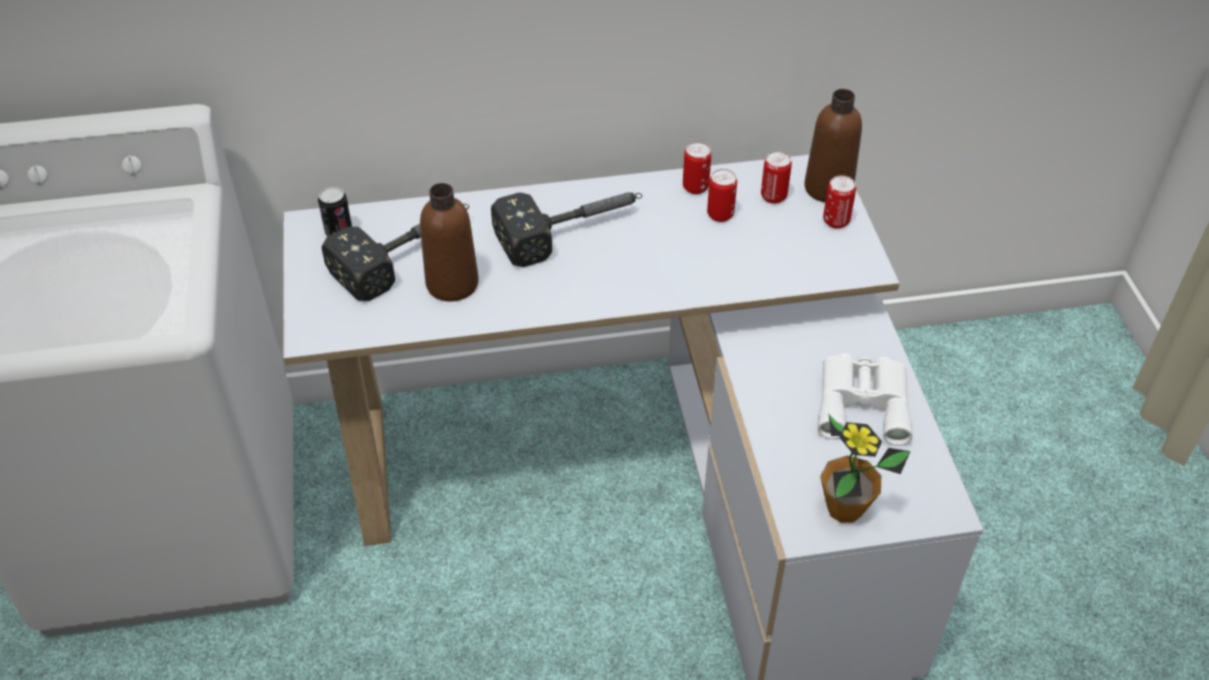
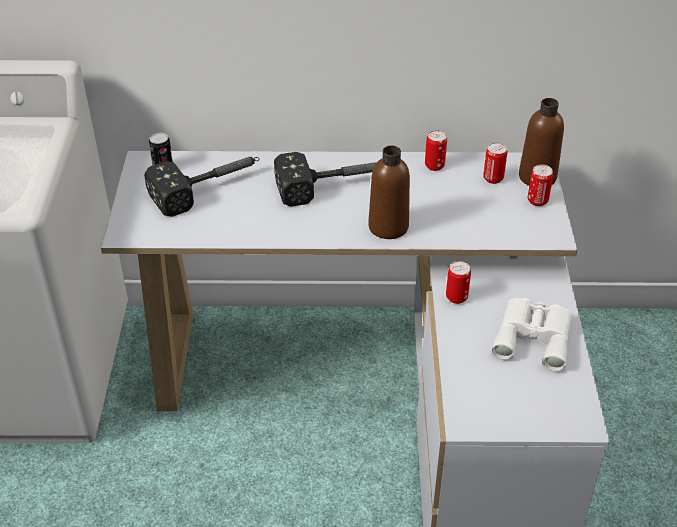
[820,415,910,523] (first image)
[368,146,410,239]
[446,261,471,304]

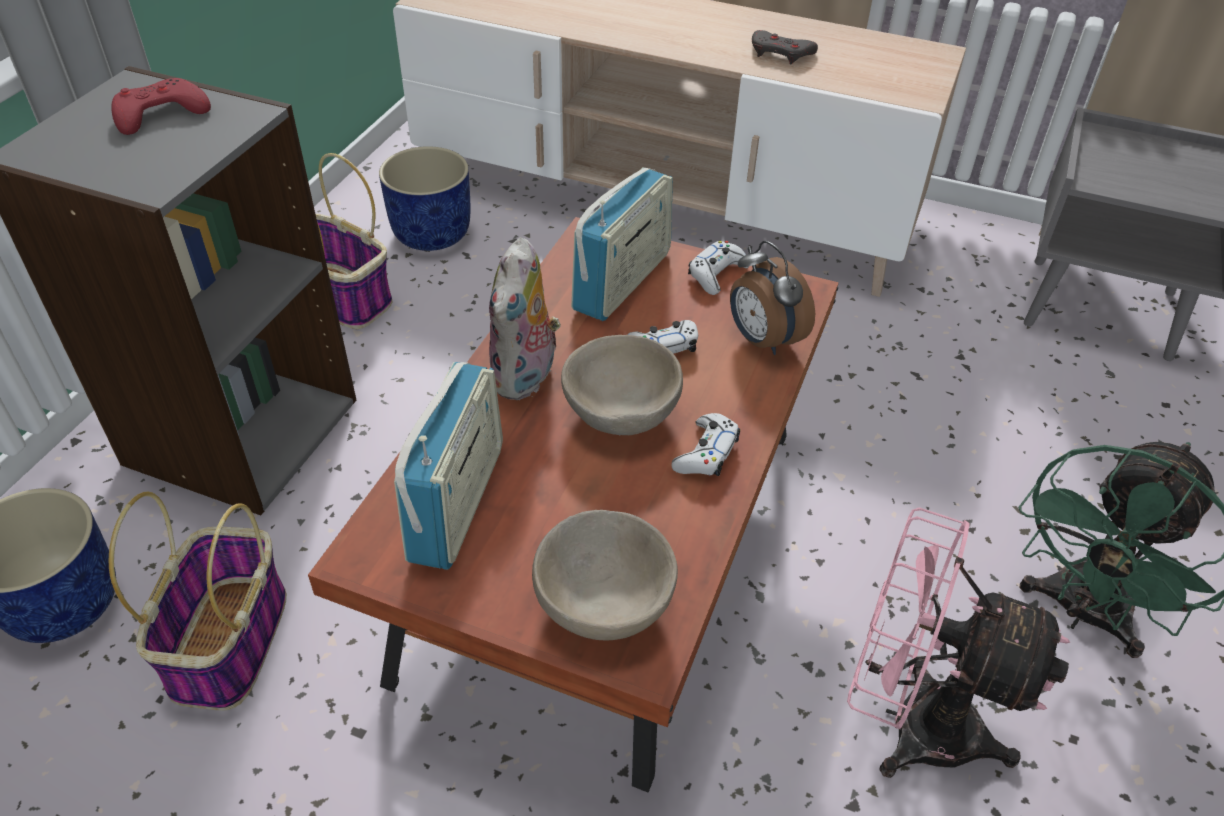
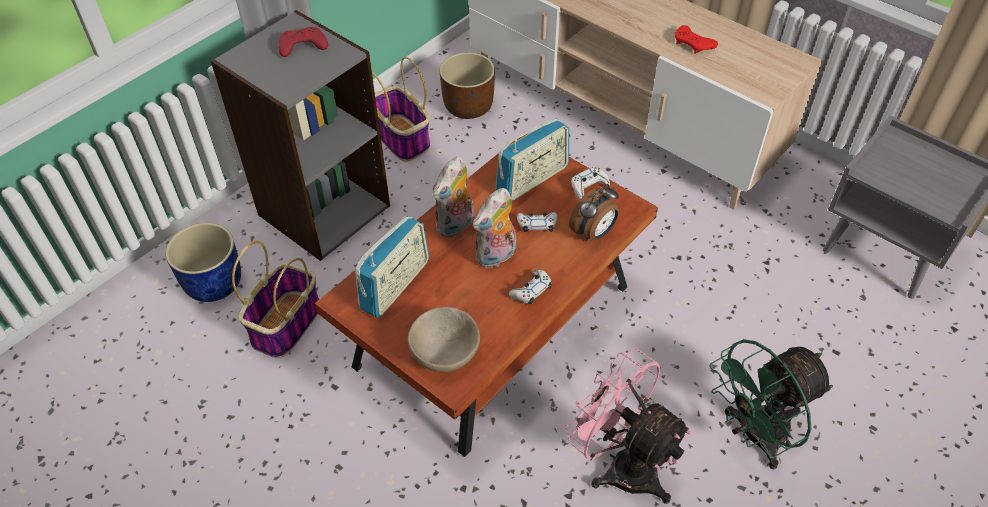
[473,188,516,269]
[440,52,495,119]
[675,25,718,54]
[569,184,619,242]

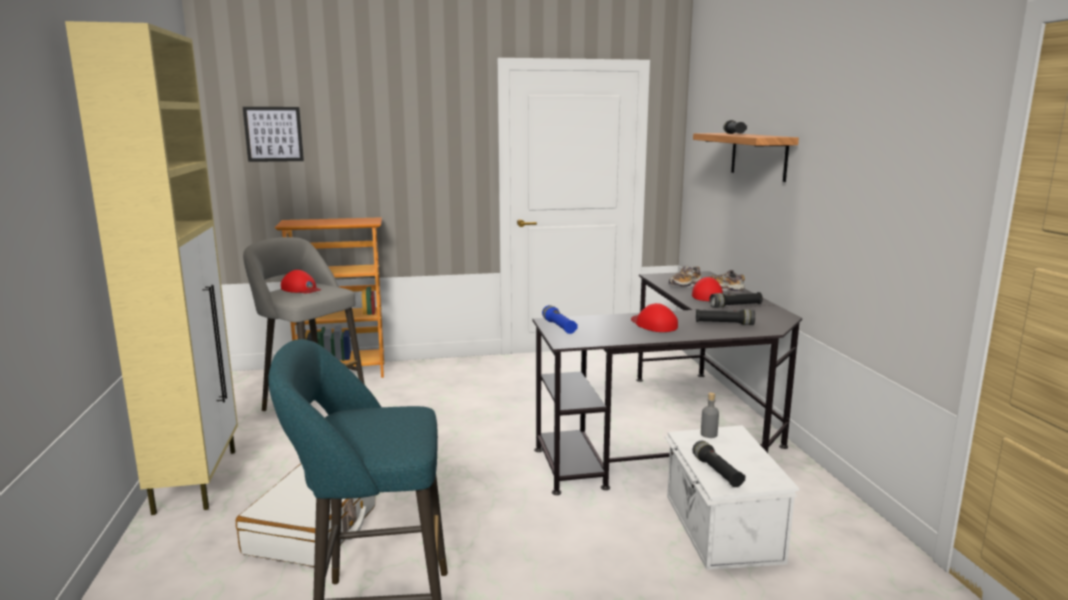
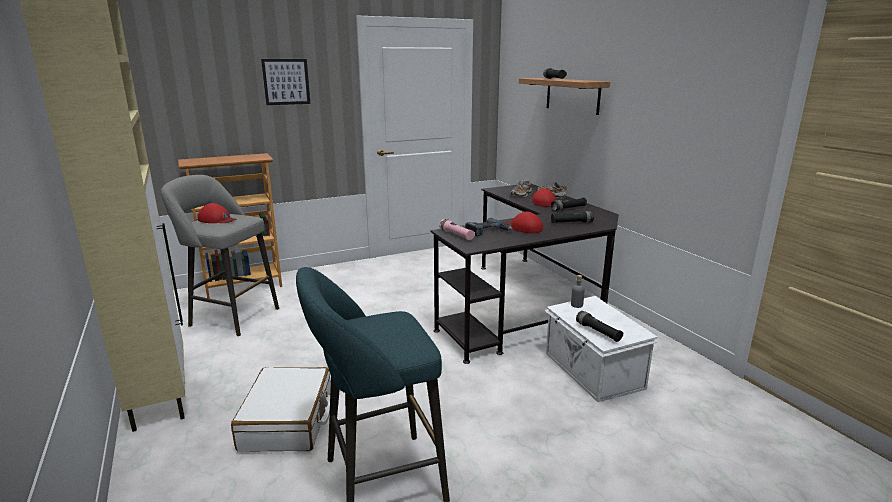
[465,218,513,236]
[261,59,310,105]
[439,219,475,240]

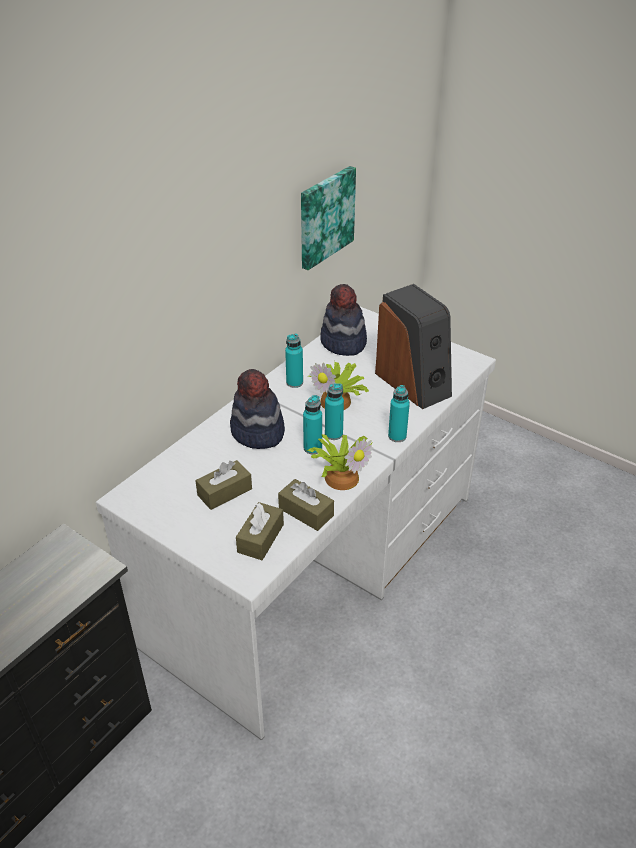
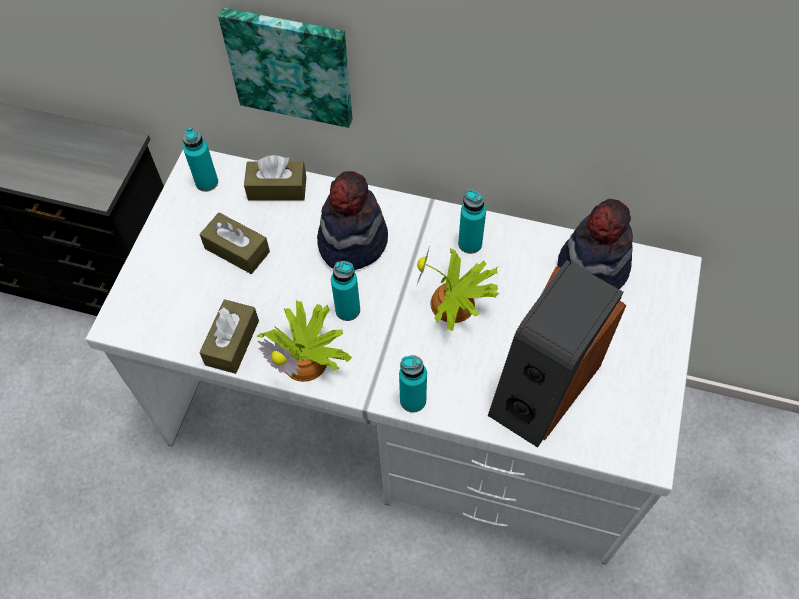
[244,155,306,201]
[218,8,353,128]
[182,127,218,192]

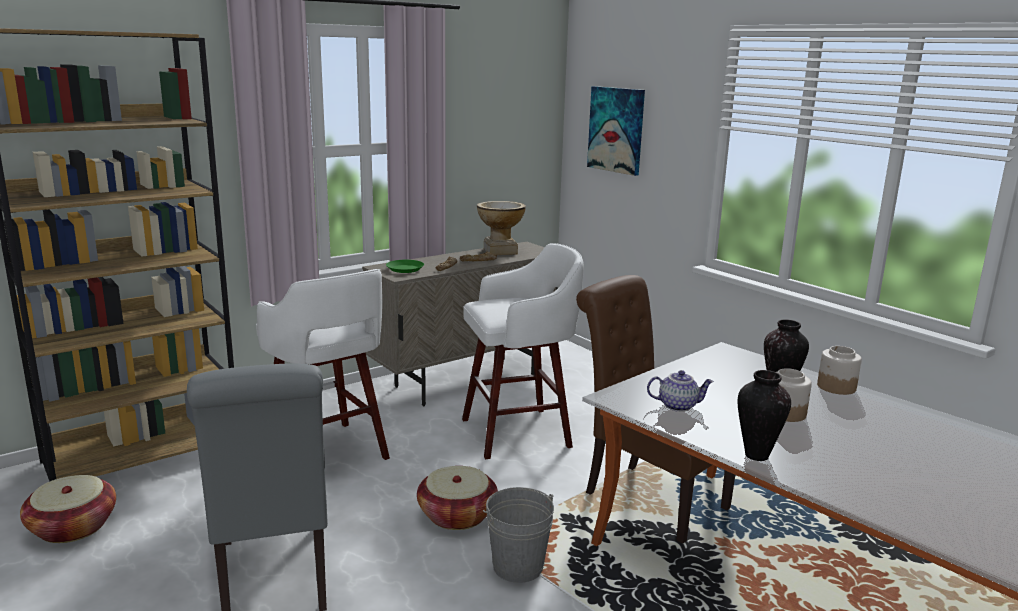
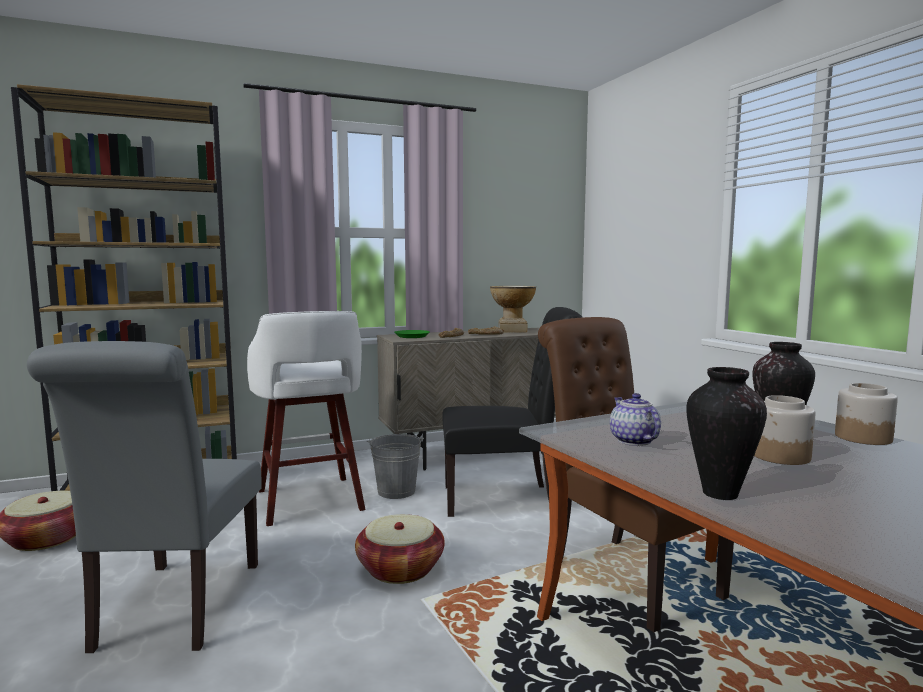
[587,86,645,176] (first image)
[367,434,424,499]
[442,307,583,517]
[610,393,661,446]

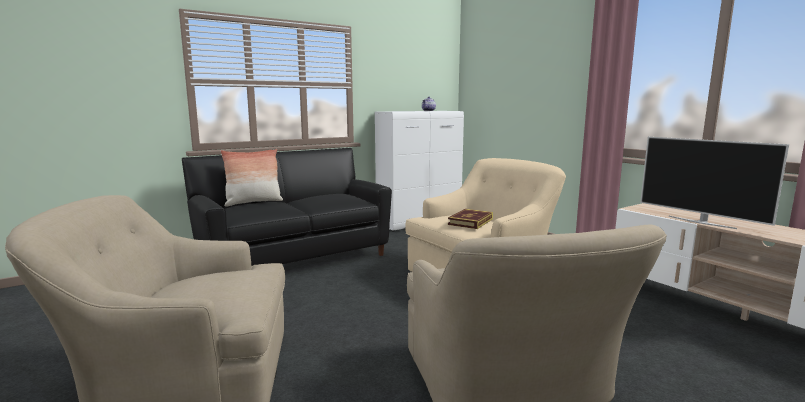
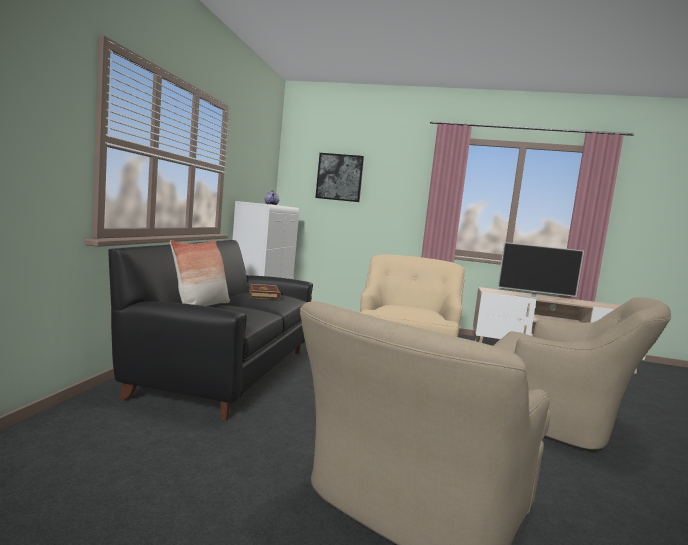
[315,153,364,202]
[249,284,281,299]

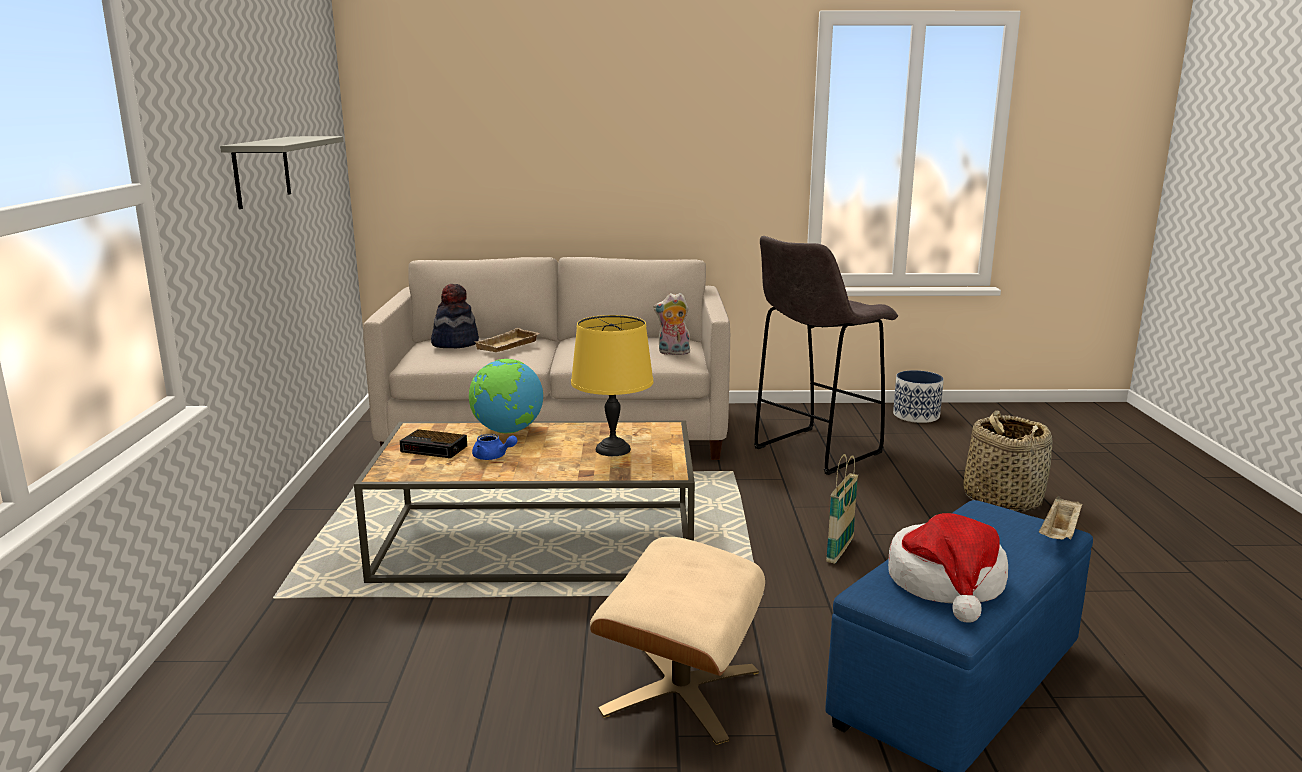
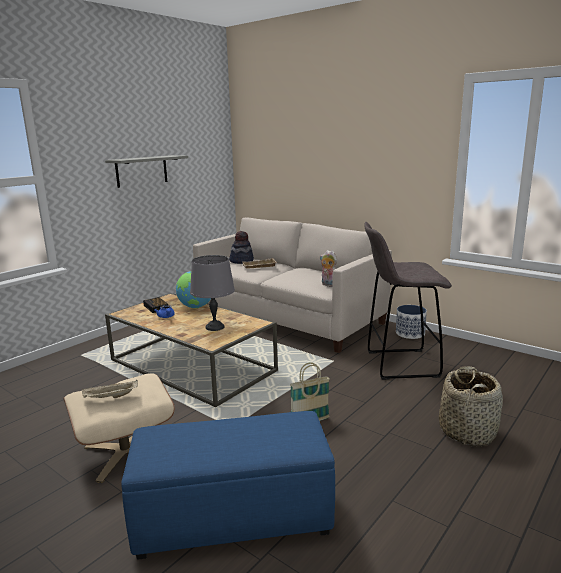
[888,513,1008,623] (first image)
[396,305,427,339]
[82,380,138,398]
[190,255,235,331]

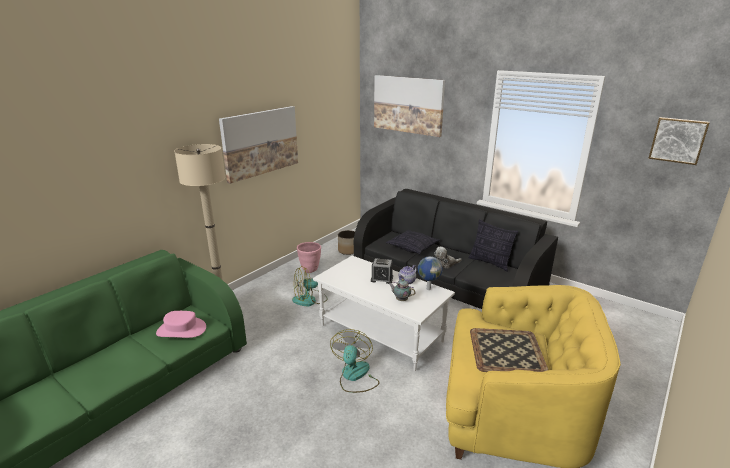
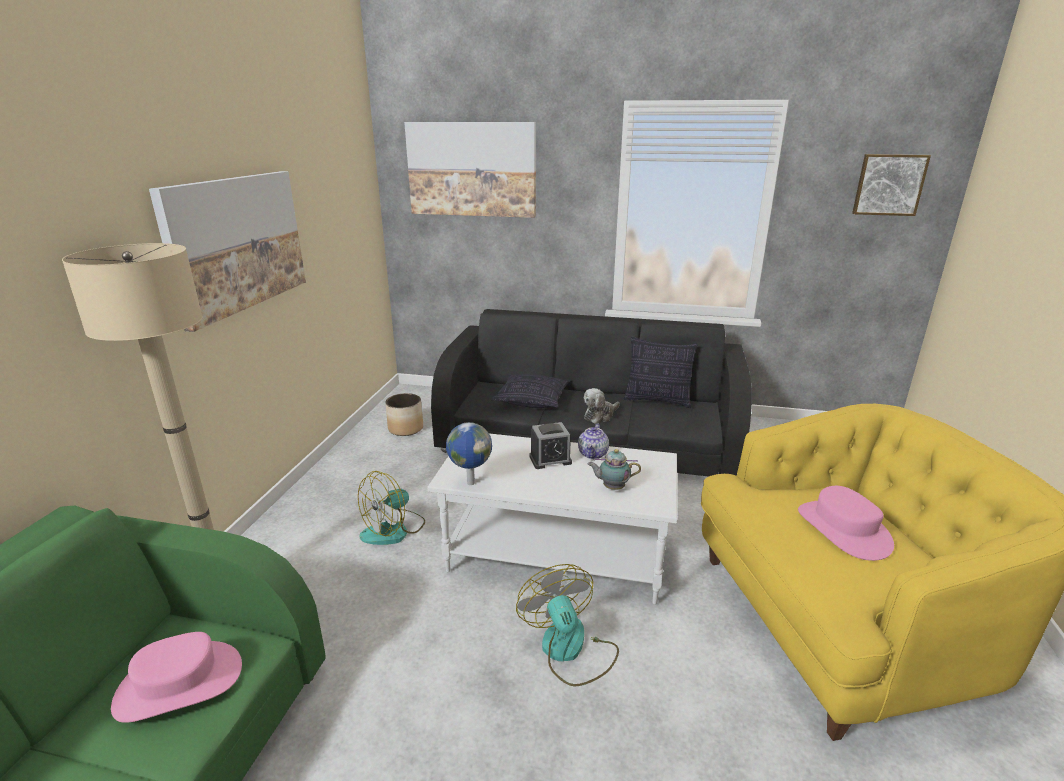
[297,242,321,273] (first image)
[446,422,492,485]
[798,486,894,561]

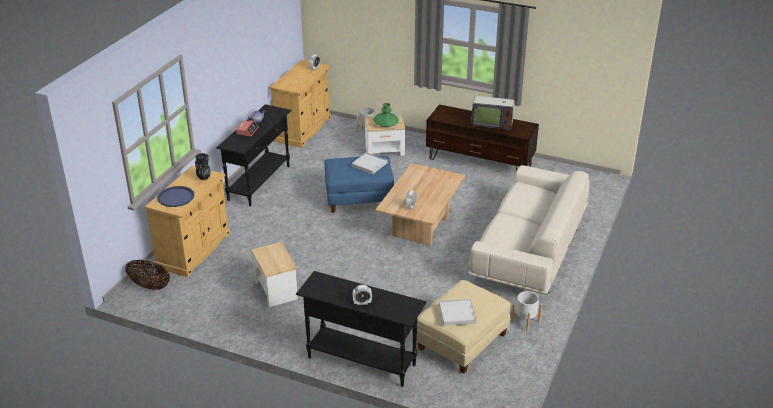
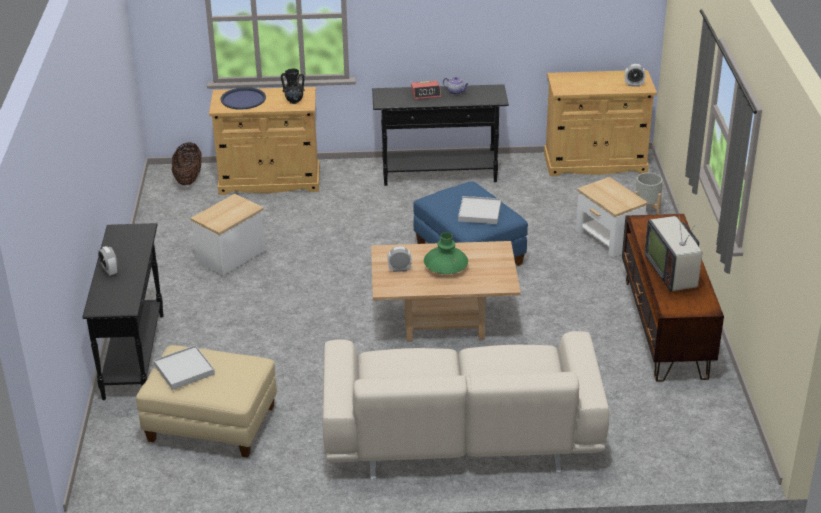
[511,291,542,331] (first image)
[424,232,468,274]

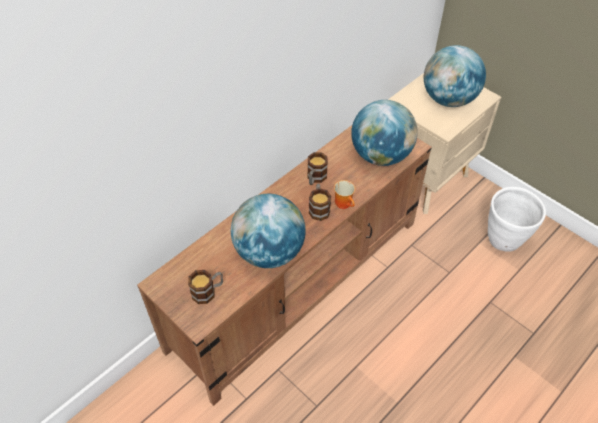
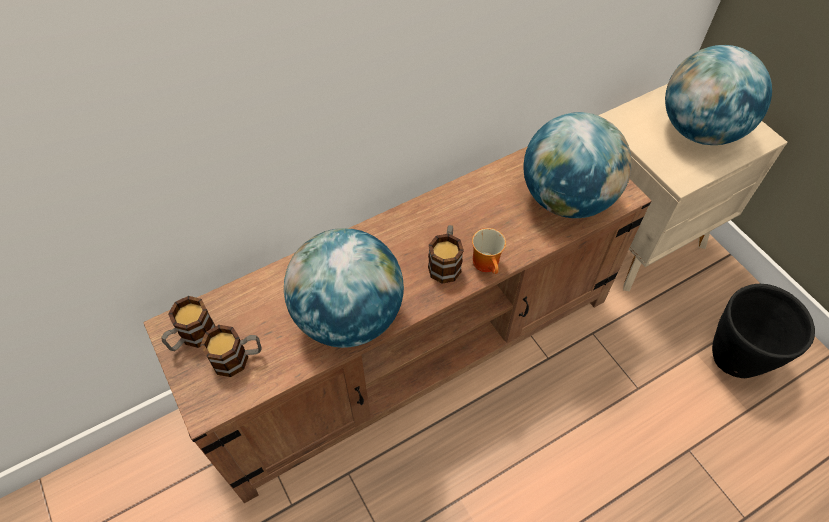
[161,296,216,351]
[712,284,815,378]

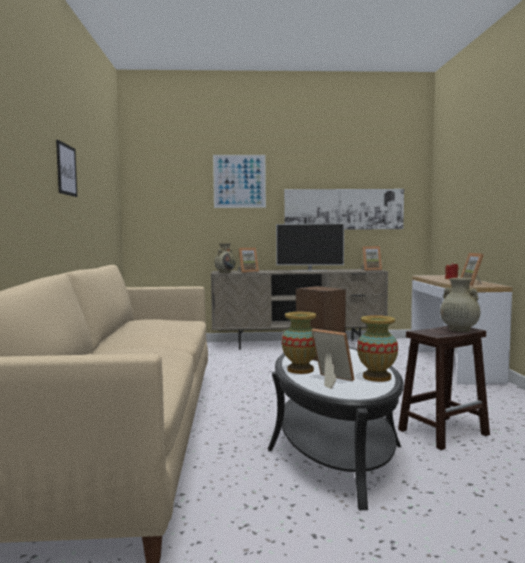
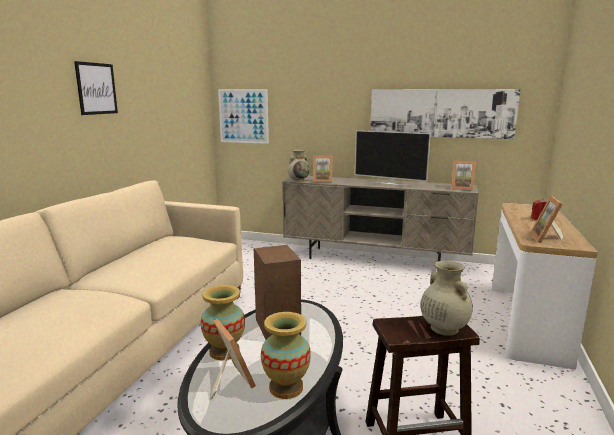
[218,89,269,144]

